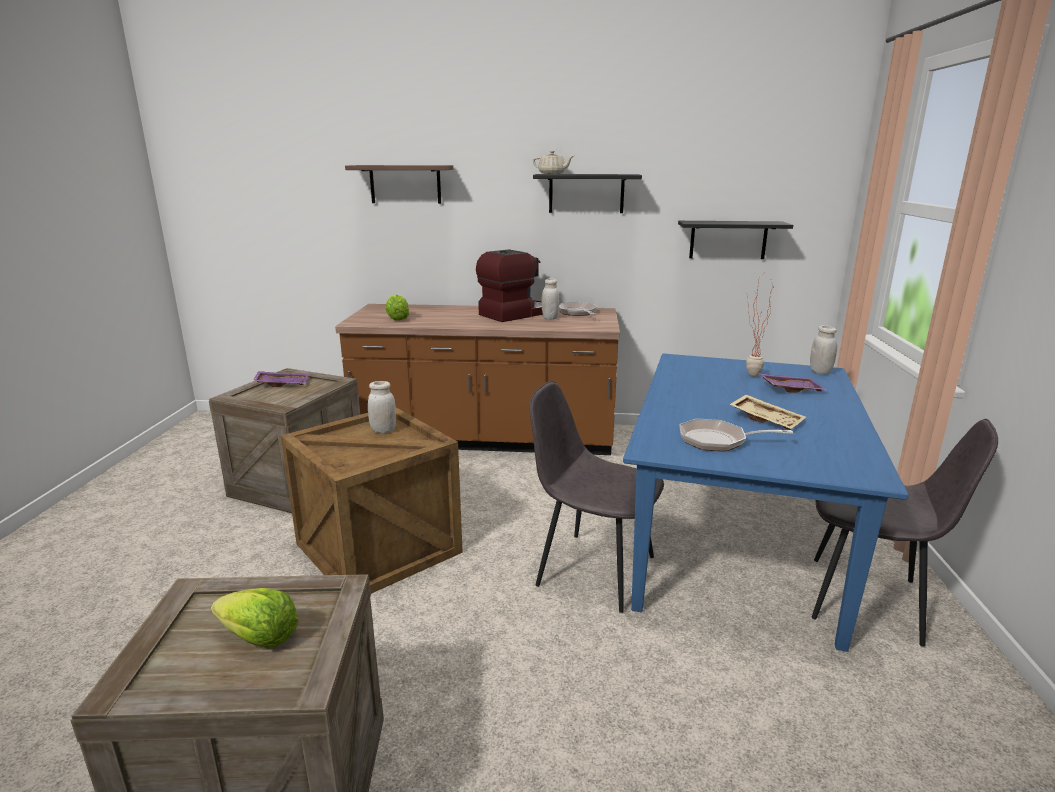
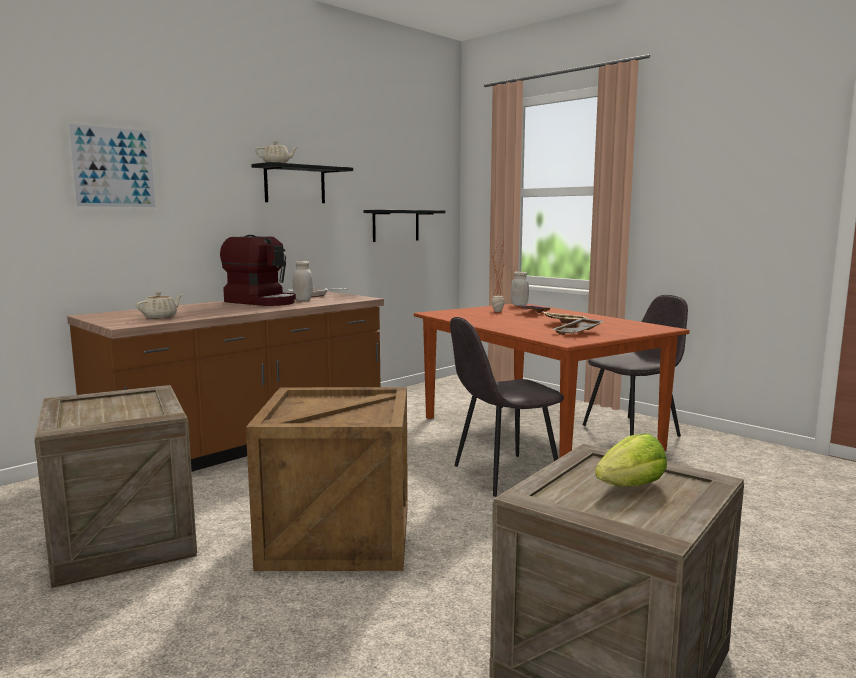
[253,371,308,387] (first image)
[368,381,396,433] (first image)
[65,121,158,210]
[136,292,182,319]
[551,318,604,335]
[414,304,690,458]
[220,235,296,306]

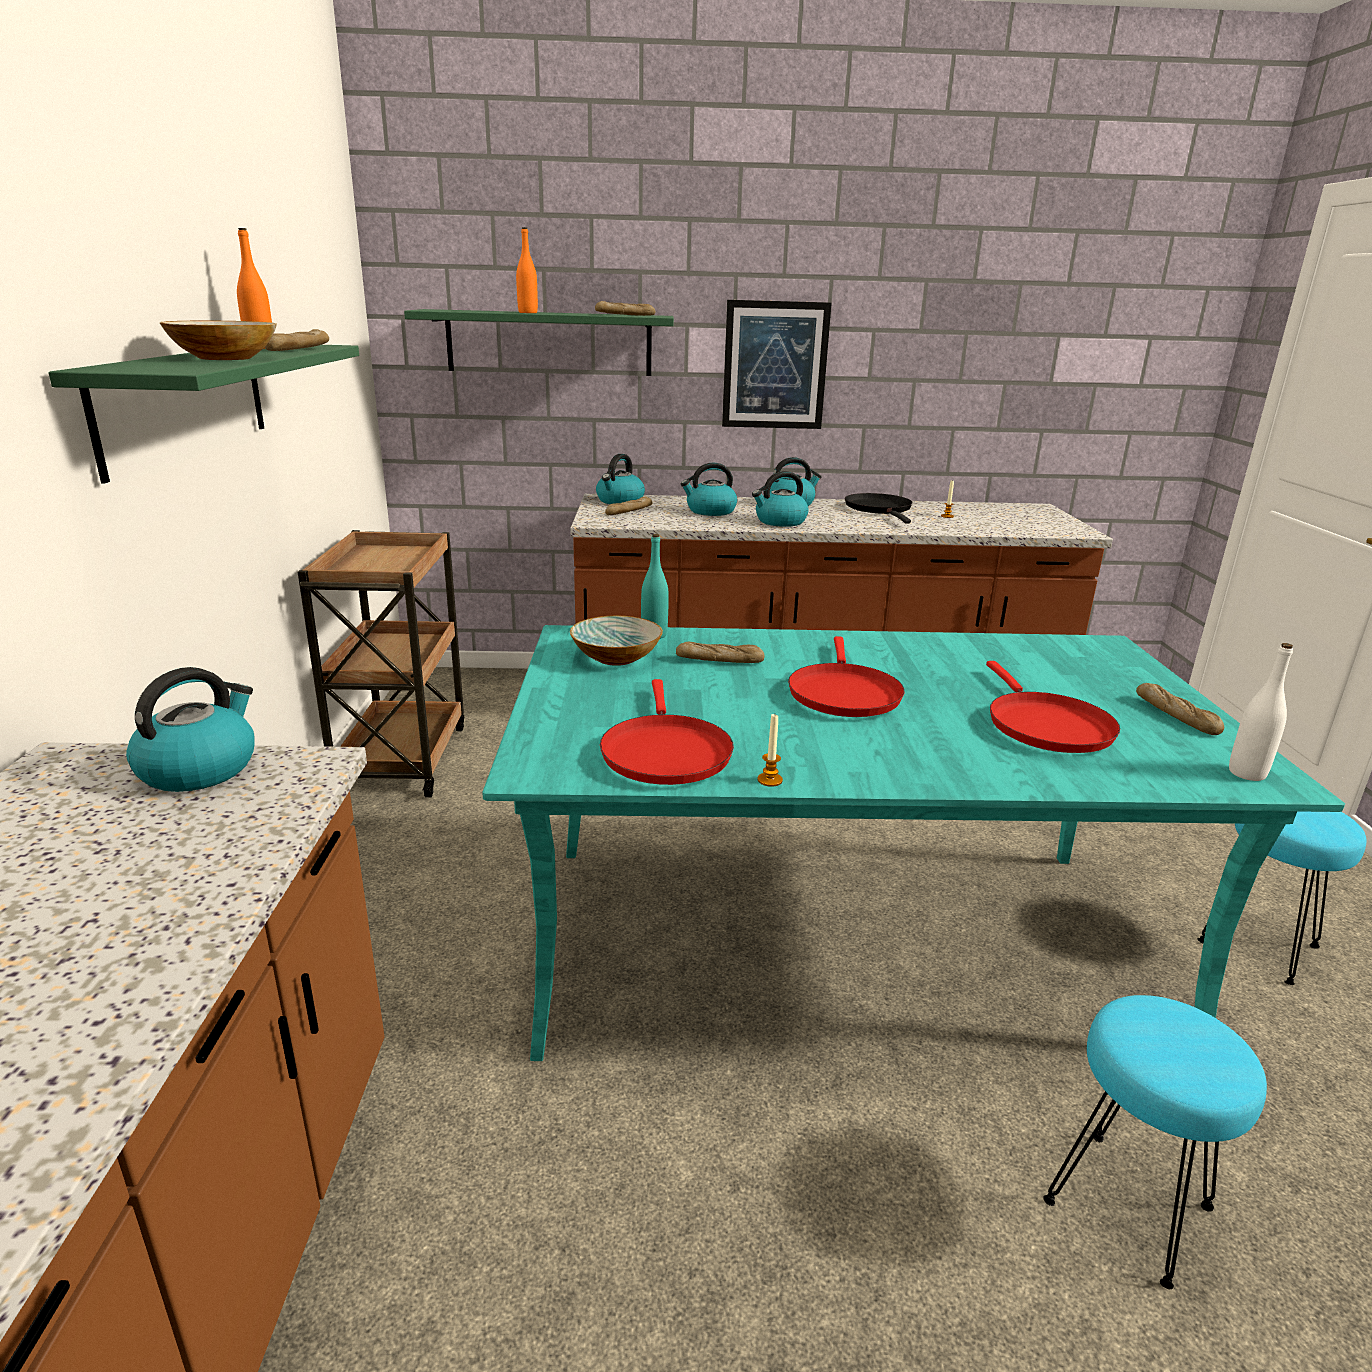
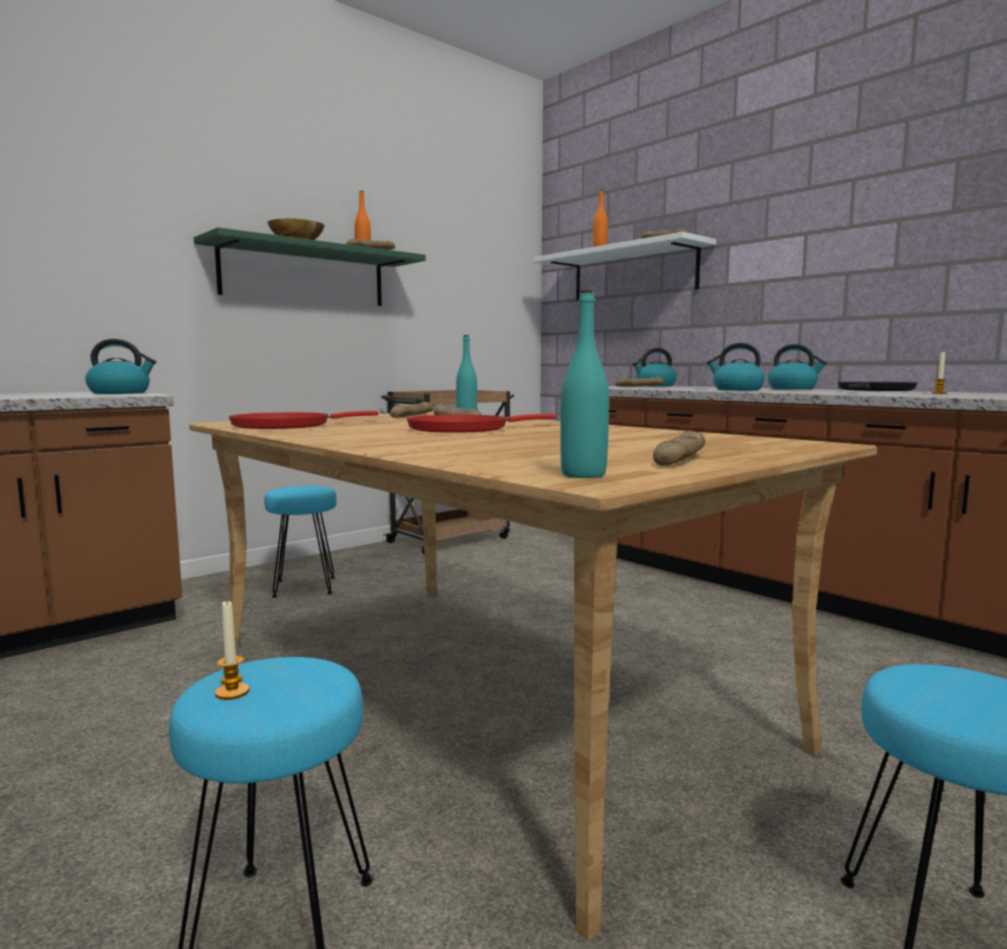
[680,463,737,516] (first image)
[722,300,832,429] (first image)
[986,661,1120,753] (first image)
[264,486,337,598]
[215,601,250,700]
[390,402,434,418]
[533,232,716,301]
[189,411,877,941]
[560,290,609,478]

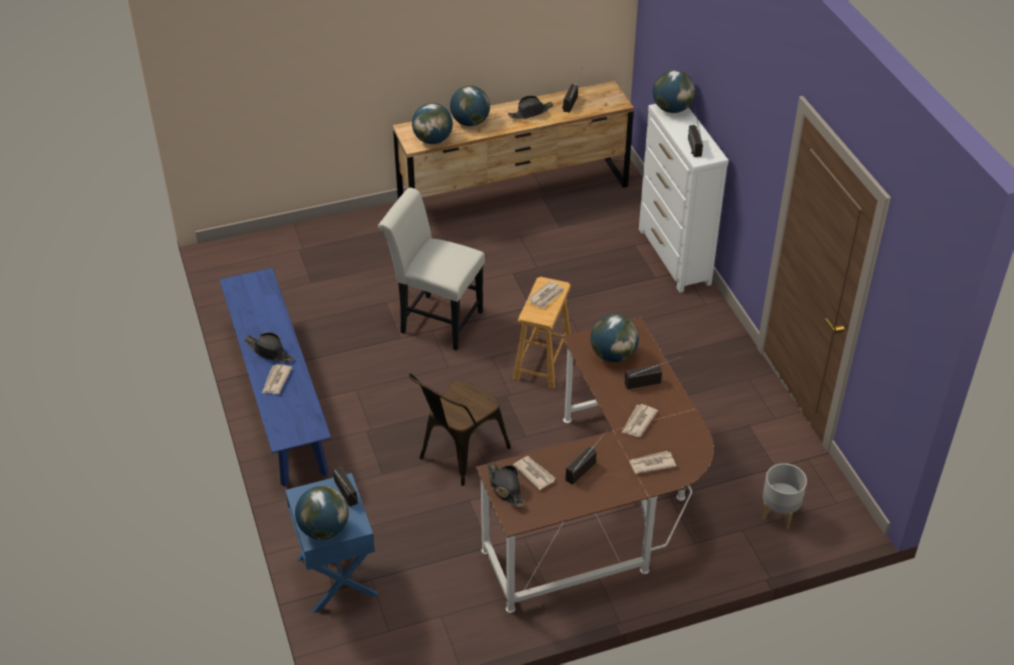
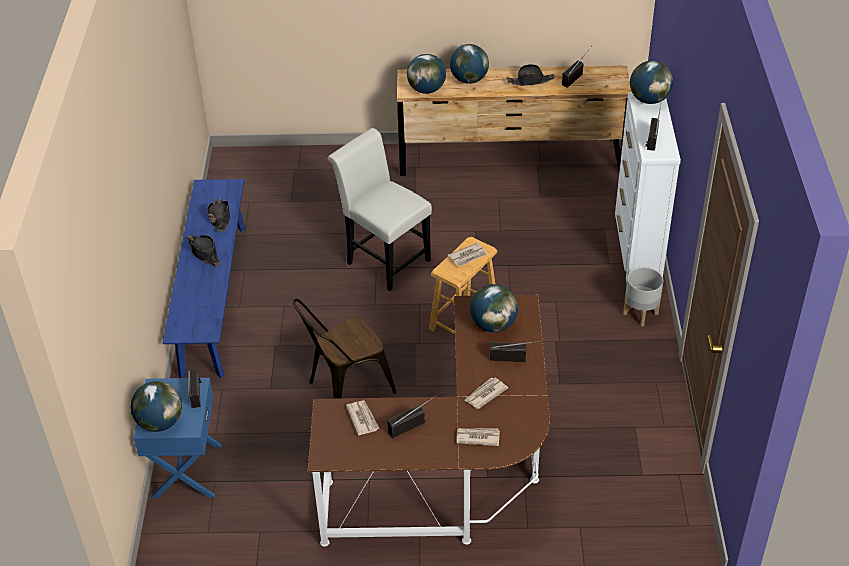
[262,364,292,394] (first image)
[207,199,230,231]
[623,267,663,326]

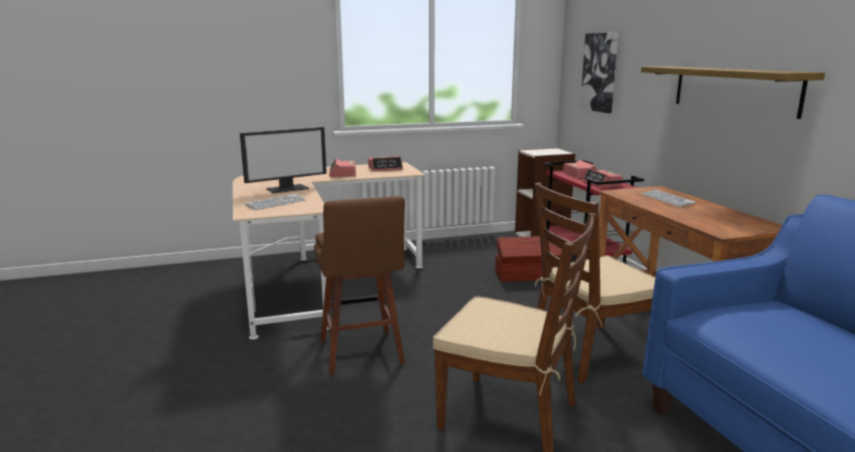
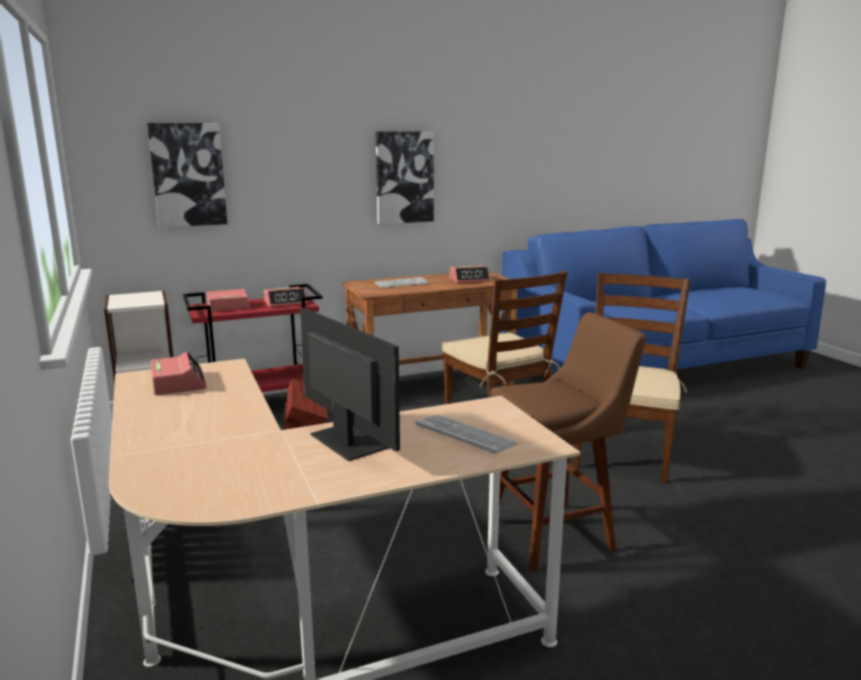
[450,266,490,283]
[376,131,434,224]

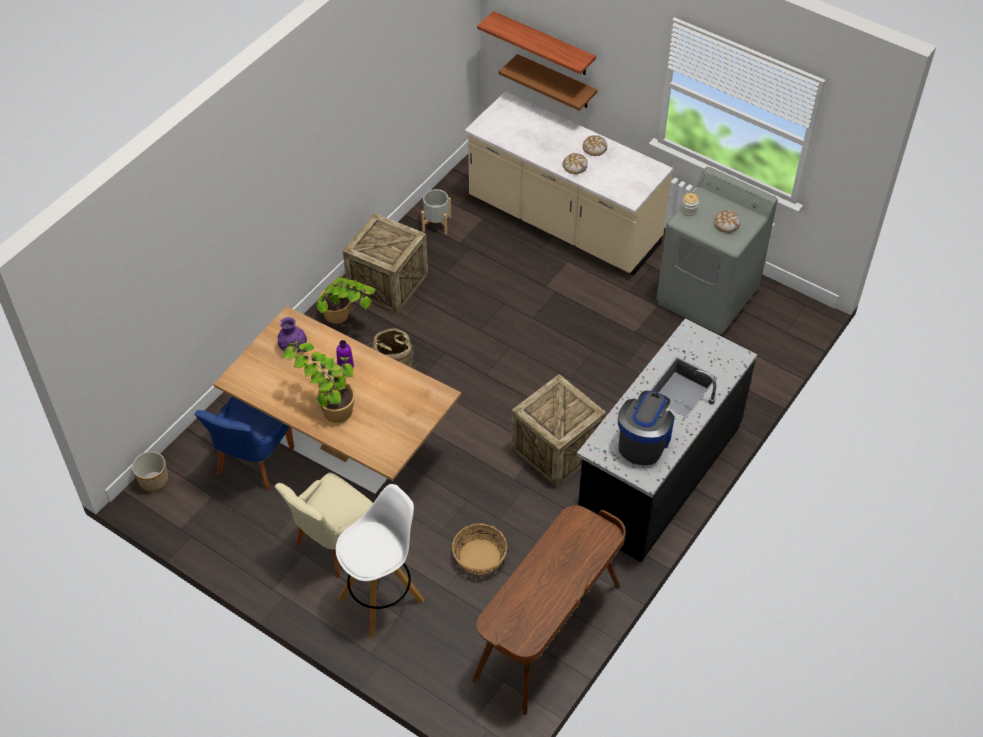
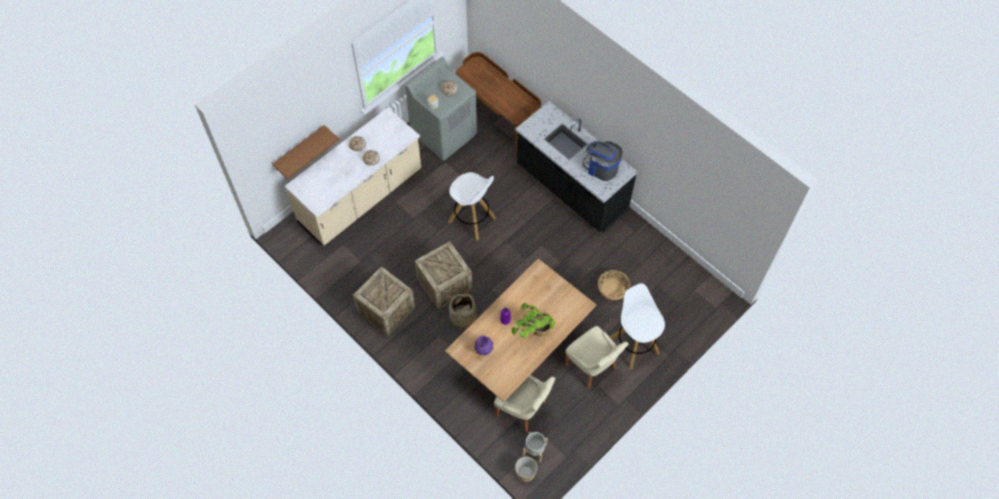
[317,275,376,324] (first image)
[477,11,596,75] (first image)
[448,172,496,240]
[523,432,548,462]
[456,52,541,158]
[415,241,472,310]
[494,375,555,432]

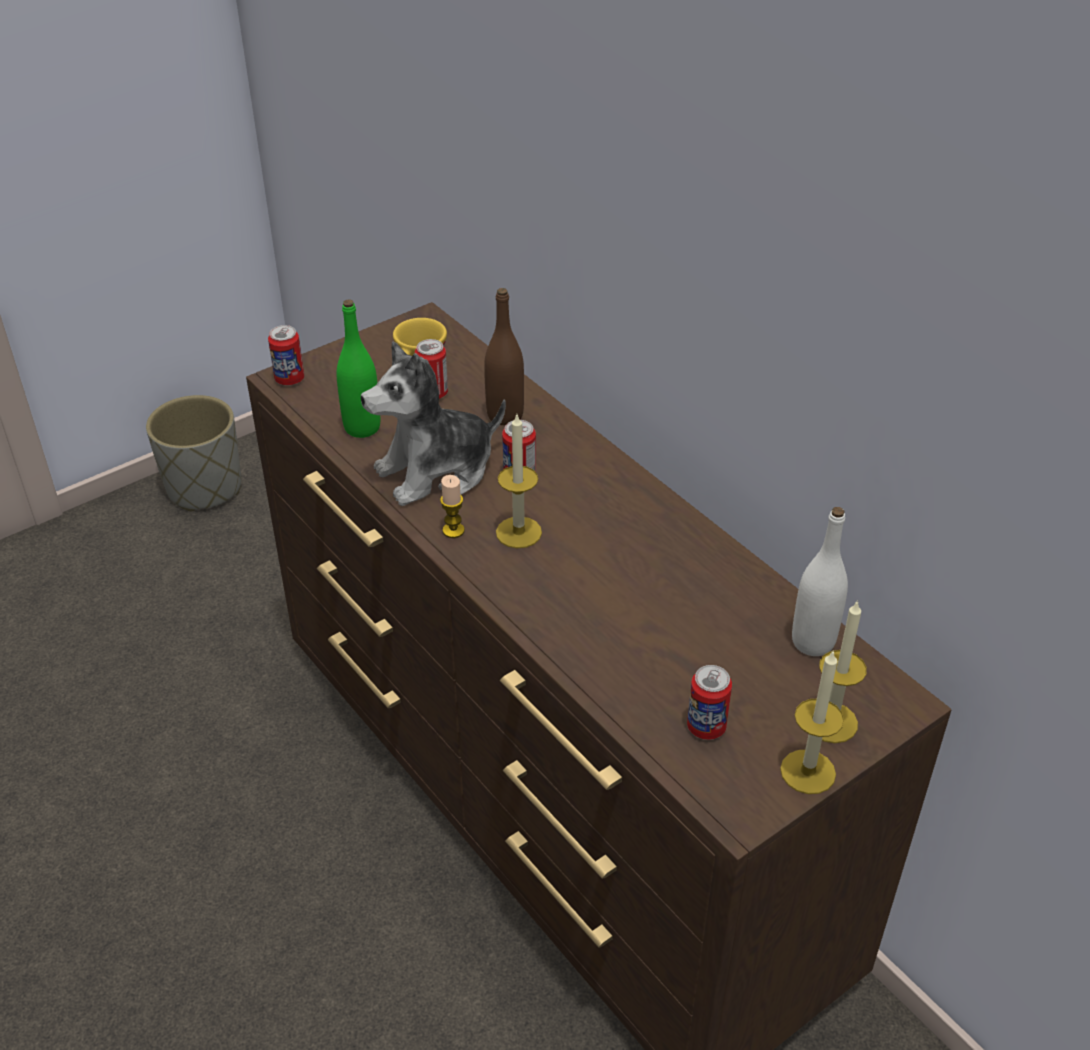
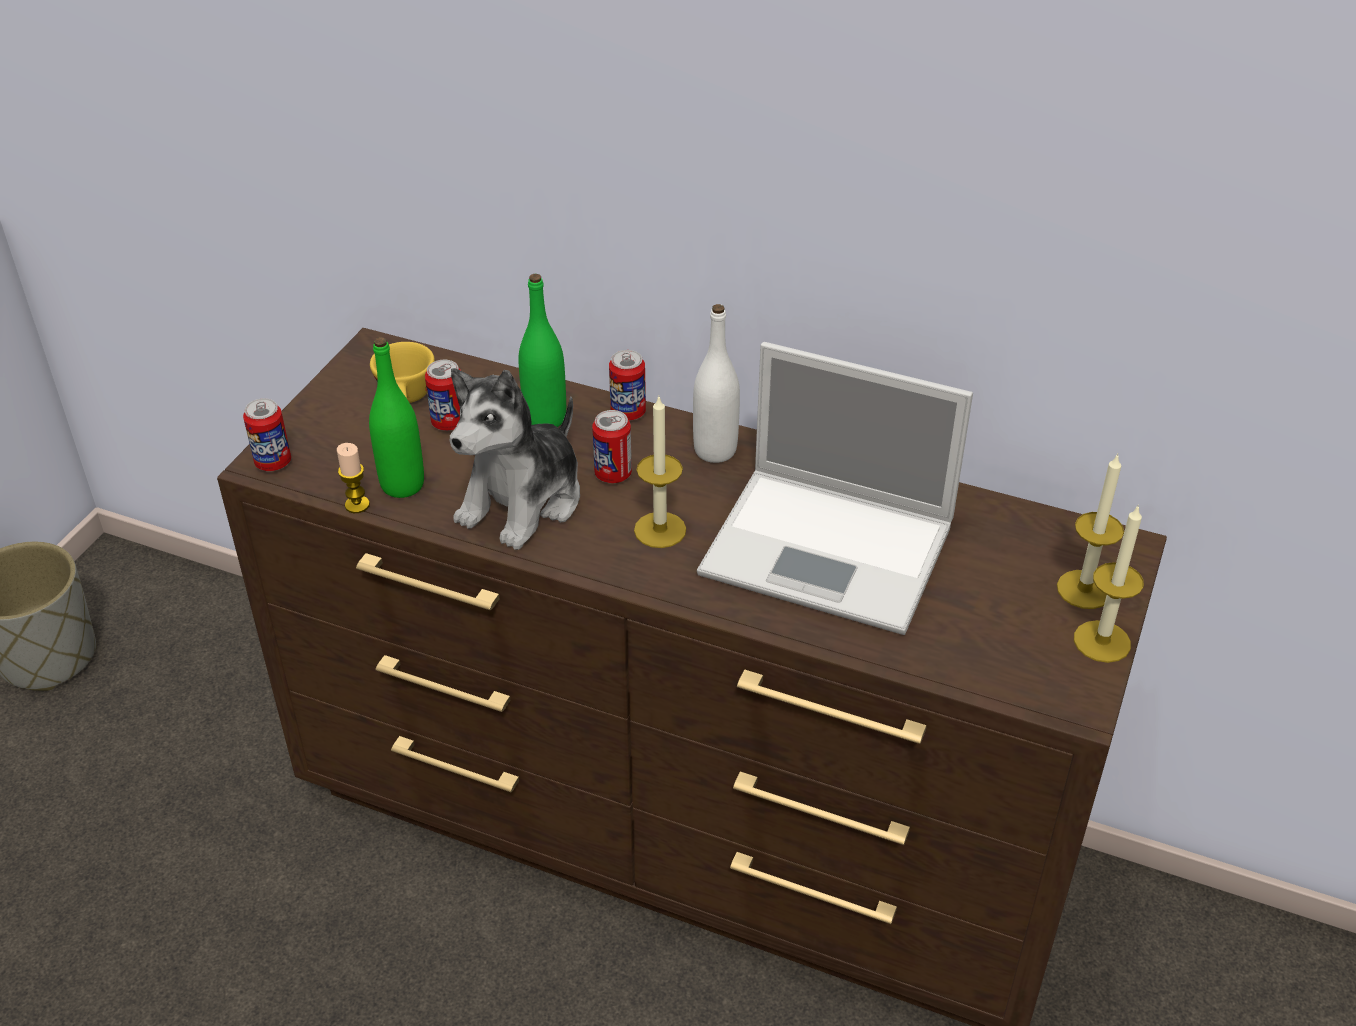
[697,342,973,635]
[337,443,370,513]
[609,350,646,421]
[693,304,740,463]
[519,274,566,427]

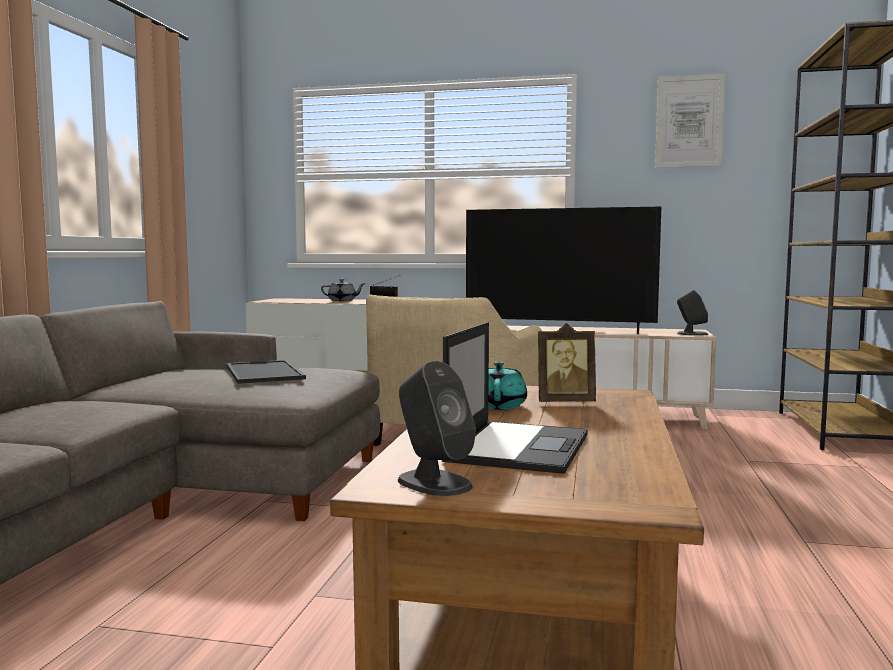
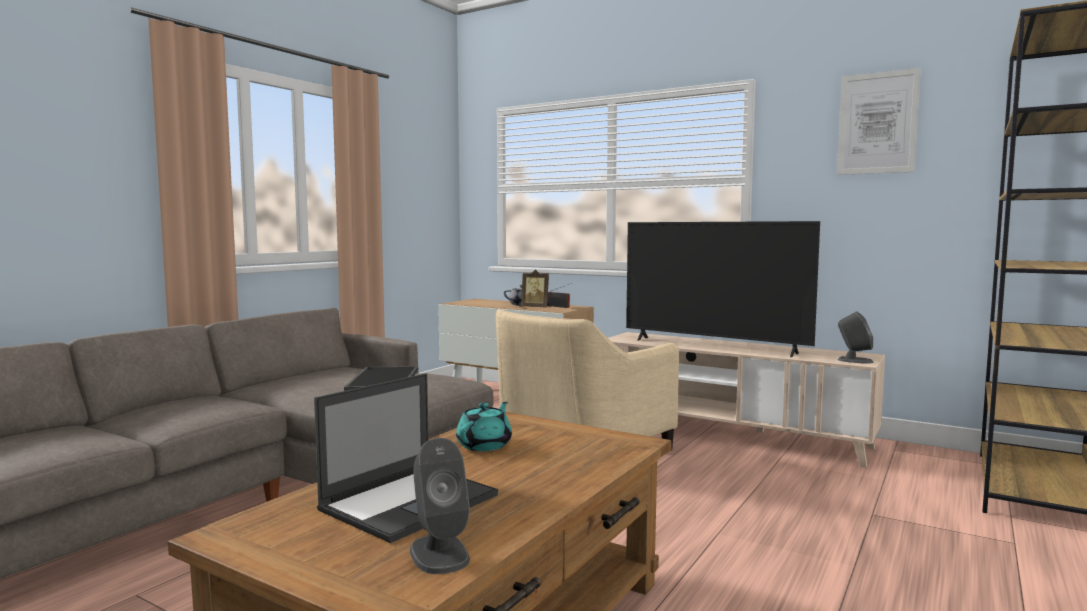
[410,438,470,574]
[521,269,549,307]

